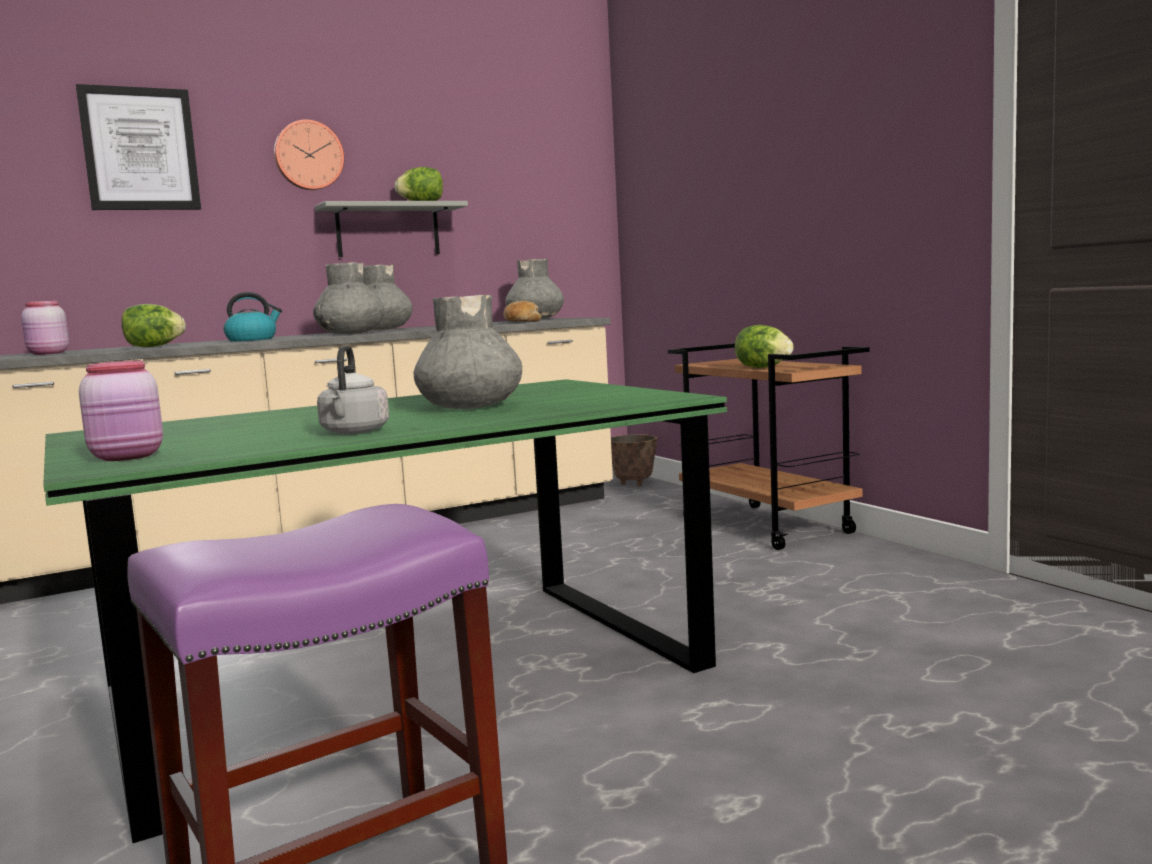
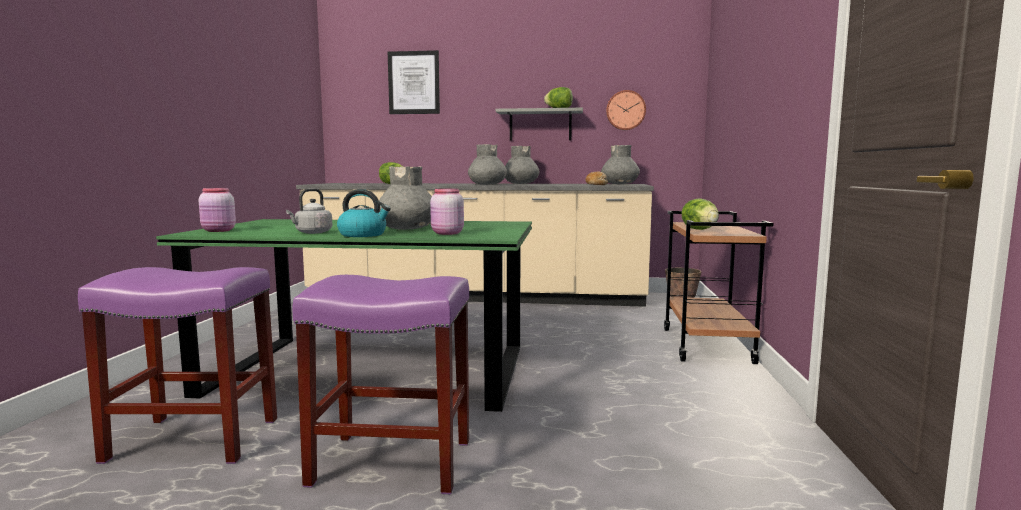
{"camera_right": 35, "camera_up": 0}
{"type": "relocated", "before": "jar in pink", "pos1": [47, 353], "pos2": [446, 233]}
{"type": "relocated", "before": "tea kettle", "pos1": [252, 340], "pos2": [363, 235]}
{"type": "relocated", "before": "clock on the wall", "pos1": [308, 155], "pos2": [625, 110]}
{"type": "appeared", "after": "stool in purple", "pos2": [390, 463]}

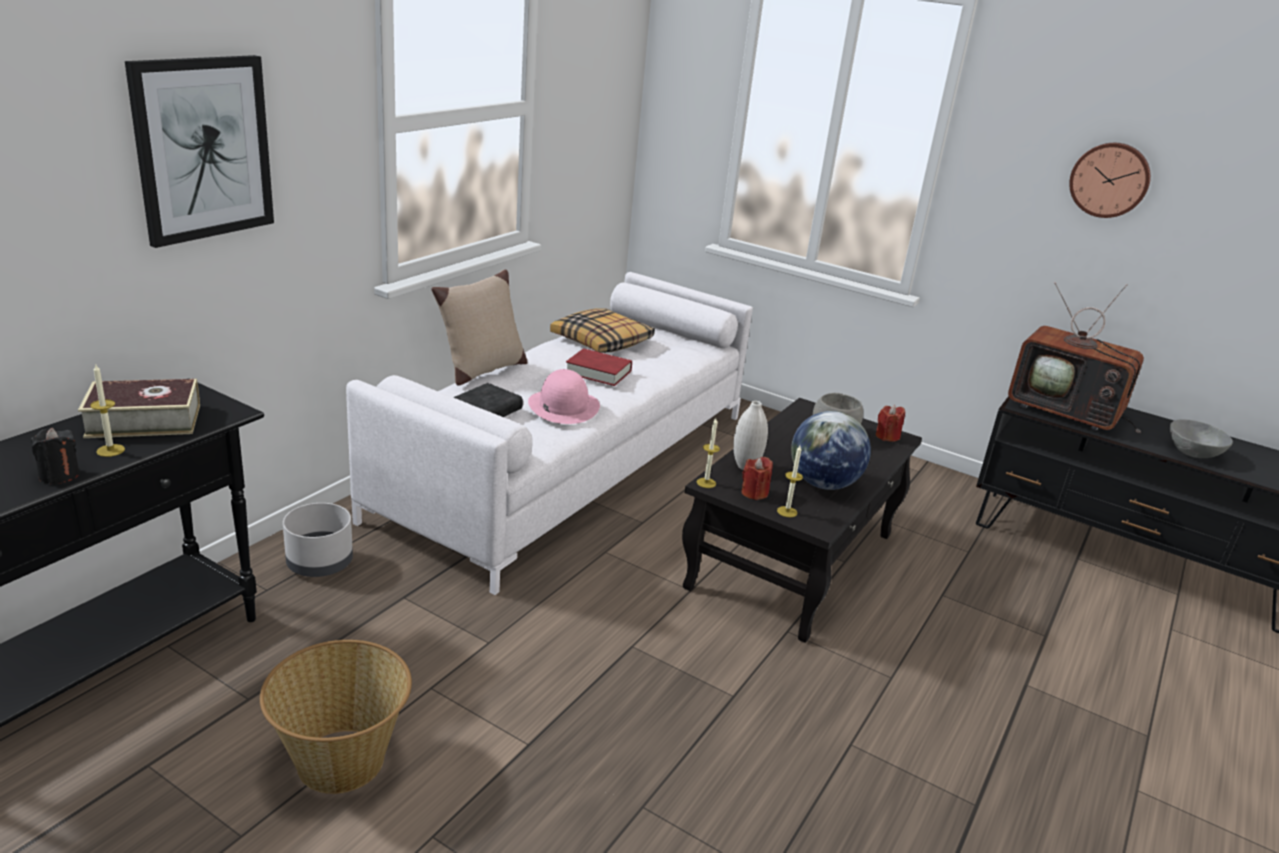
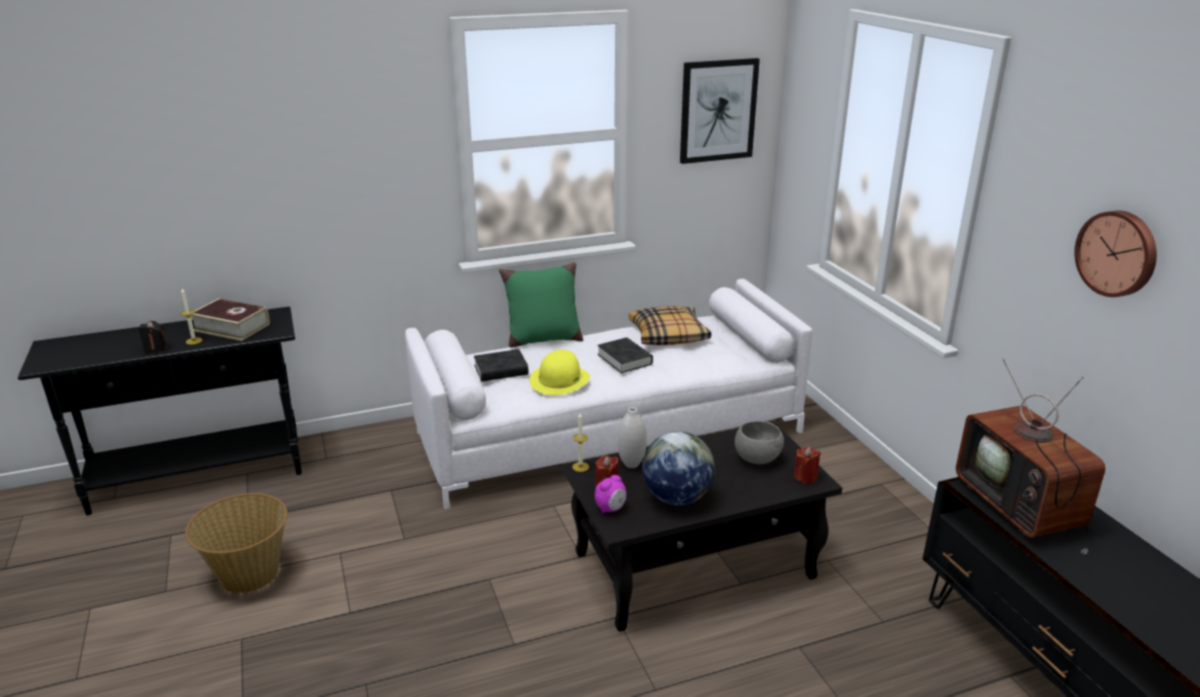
{"camera_right": 40, "camera_up": 0}
{"type": "relocated", "before": "wall picture", "pos1": [203, 149], "pos2": [718, 110]}
{"type": "missing", "before": "planter in greyish", "pos1": [320, 562]}
{"type": "colour", "before": "pillow in beige-coloured", "after": "pillow in green-coloured", "pos1": [481, 370], "pos2": [543, 339]}
{"type": "colour", "before": "wearable hat in pink", "after": "wearable hat in yellowish", "pos1": [563, 406], "pos2": [559, 379]}
{"type": "colour", "before": "book in red", "after": "book in black", "pos1": [598, 372], "pos2": [624, 359]}
{"type": "exchanged", "before": "candle", "after": "alarm clock", "pos1": [787, 511], "pos2": [611, 509]}
{"type": "missing", "before": "bowl in greyish", "pos1": [1193, 453]}

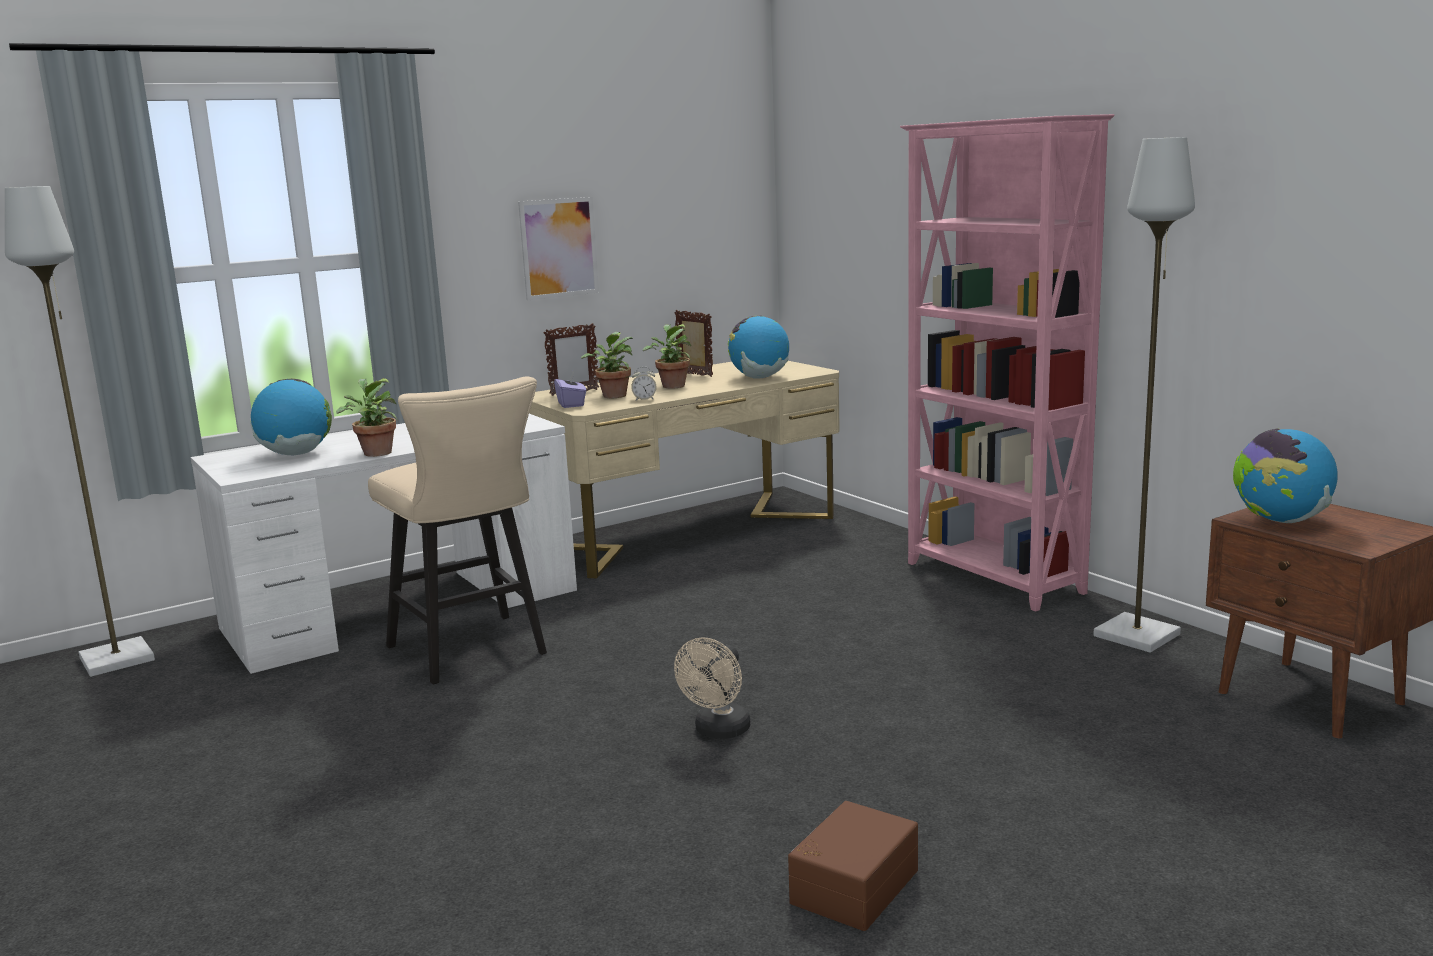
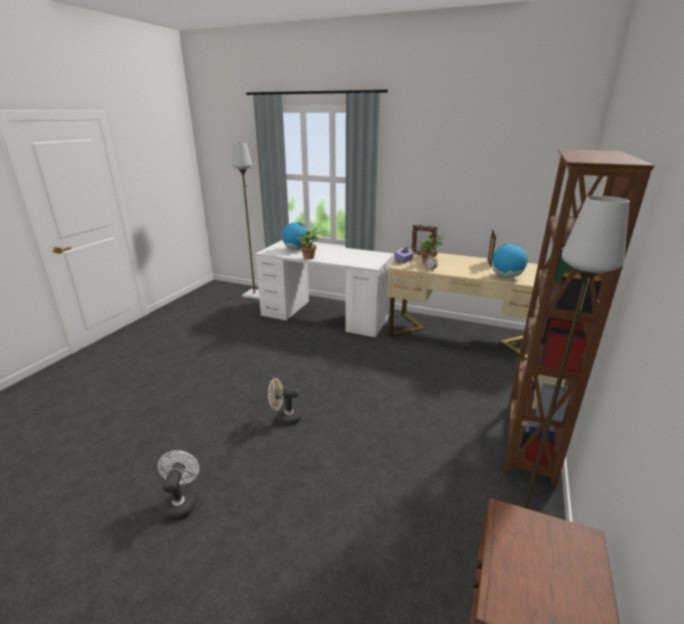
{"camera_right": 55, "camera_up": 10}
{"type": "missing", "before": "stool in beige-coloured", "pos1": [473, 653]}
{"type": "missing", "before": "wall picture", "pos1": [559, 248]}
{"type": "missing", "before": "plant in a pot", "pos1": [672, 386]}
{"type": "exchanged", "before": "storage bin in brownish", "after": "electric fan in white-coloured", "pos1": [851, 885], "pos2": [181, 503]}
{"type": "colour", "before": "bookshelf in pink", "after": "bookshelf in brownish", "pos1": [993, 579], "pos2": [528, 441]}
{"type": "missing", "before": "globe", "pos1": [1280, 521]}

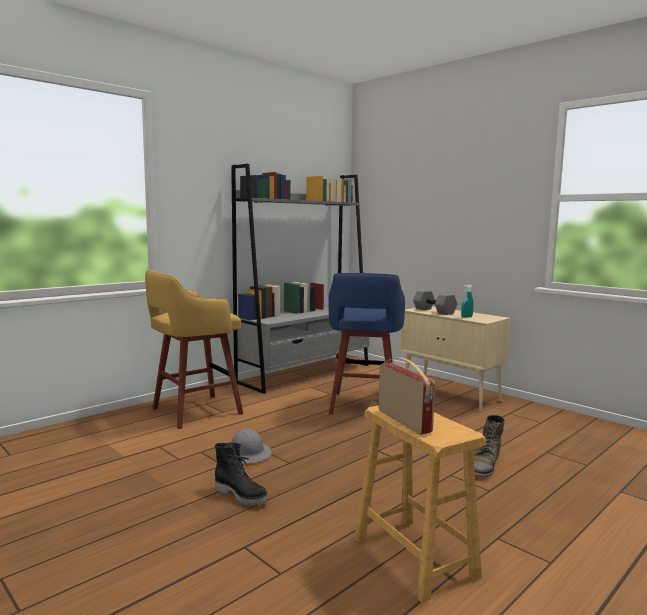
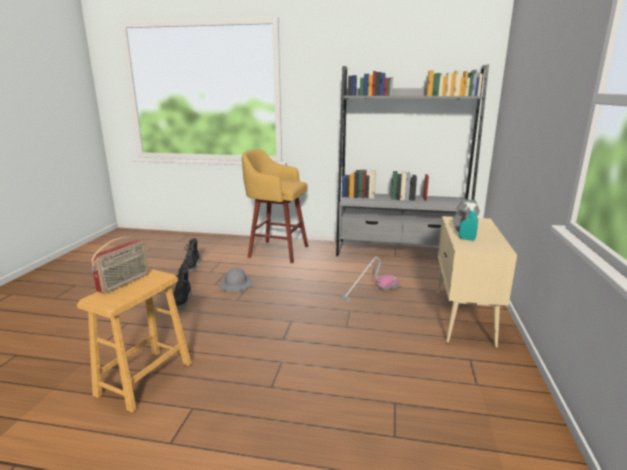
{"camera_right": 55, "camera_up": 10}
{"type": "exchanged", "before": "stool in blue-coloured", "after": "vacuum cleaner", "pos1": [363, 406], "pos2": [369, 291]}
{"type": "missing", "before": "tall boot in green-coloured", "pos1": [484, 464]}
{"type": "appeared", "after": "tall boot in black", "pos2": [191, 268]}

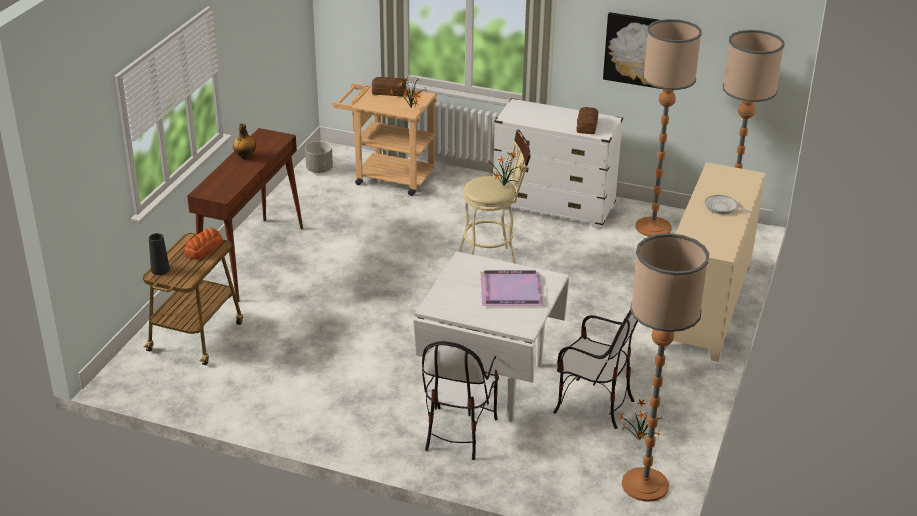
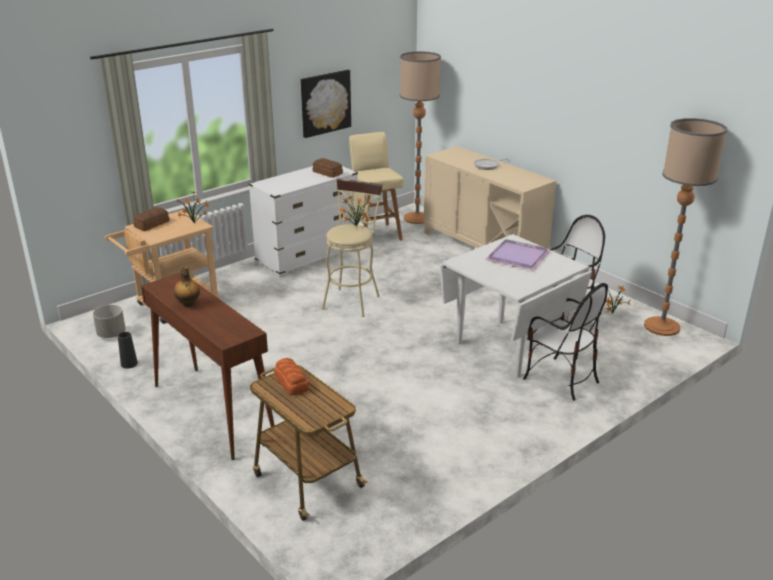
{"camera_right": -60, "camera_up": -5}
{"type": "relocated", "before": "vase in black", "pos1": [160, 270], "pos2": [129, 364]}
{"type": "exchanged", "before": "standing lamp", "after": "stool in beige-coloured", "pos1": [653, 227], "pos2": [375, 234]}

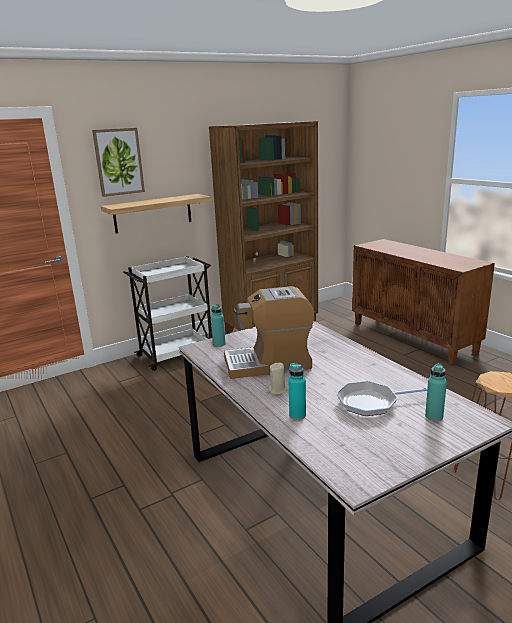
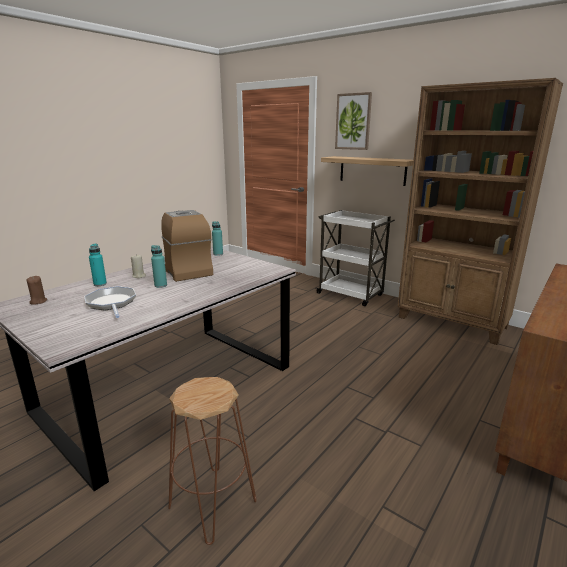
{"camera_right": 70, "camera_up": 0}
{"type": "relocated", "before": "bottle in turquoise-coloured", "pos1": [434, 416], "pos2": [160, 285]}
{"type": "appeared", "after": "candle in brownish", "pos2": [38, 301]}

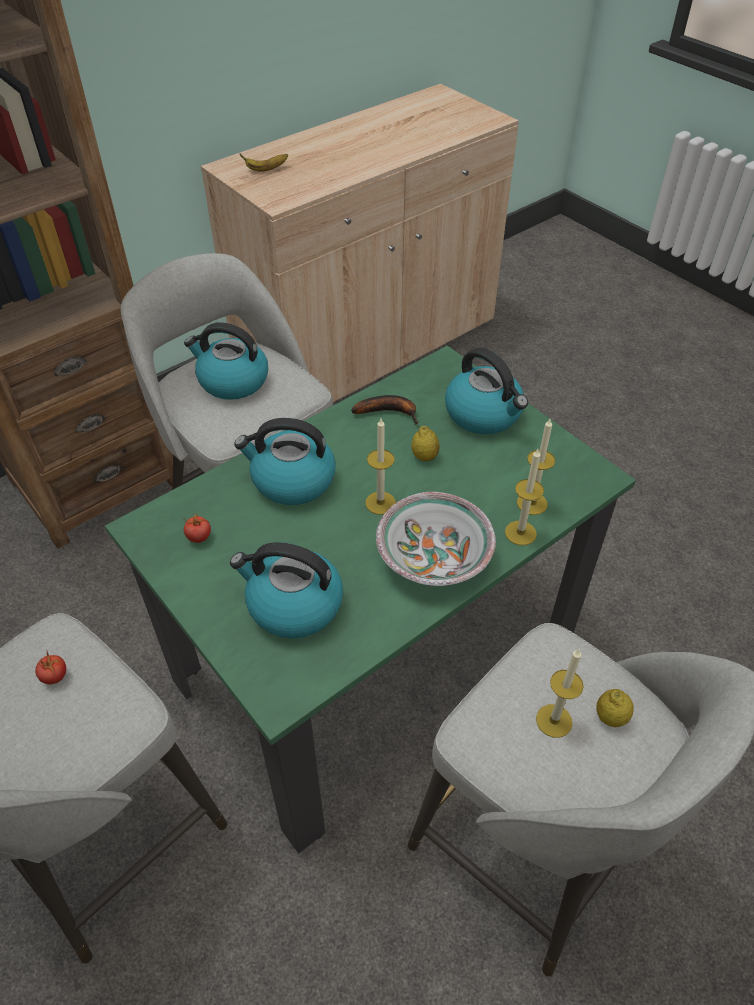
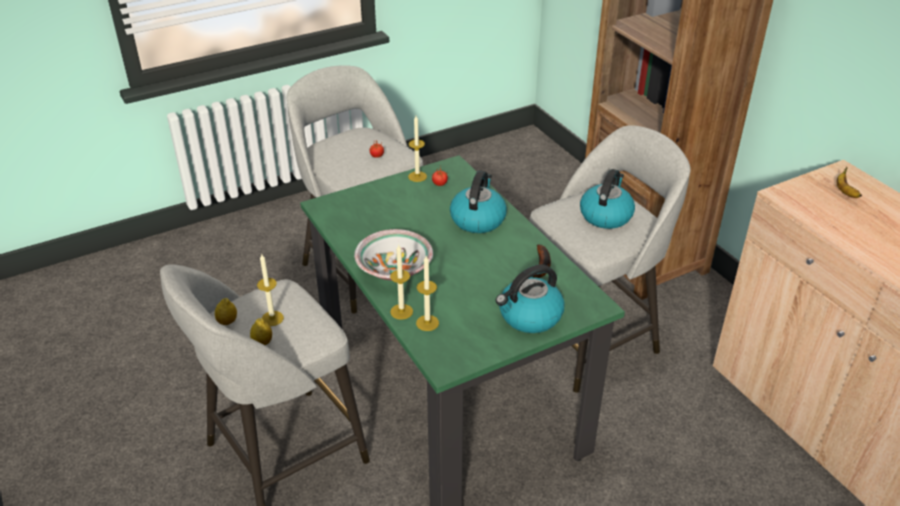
{"camera_right": 100, "camera_up": -10}
{"type": "missing", "before": "tea kettle", "pos1": [293, 605]}
{"type": "relocated", "before": "candle", "pos1": [380, 503], "pos2": [417, 176]}
{"type": "relocated", "before": "lemon", "pos1": [424, 457], "pos2": [227, 322]}

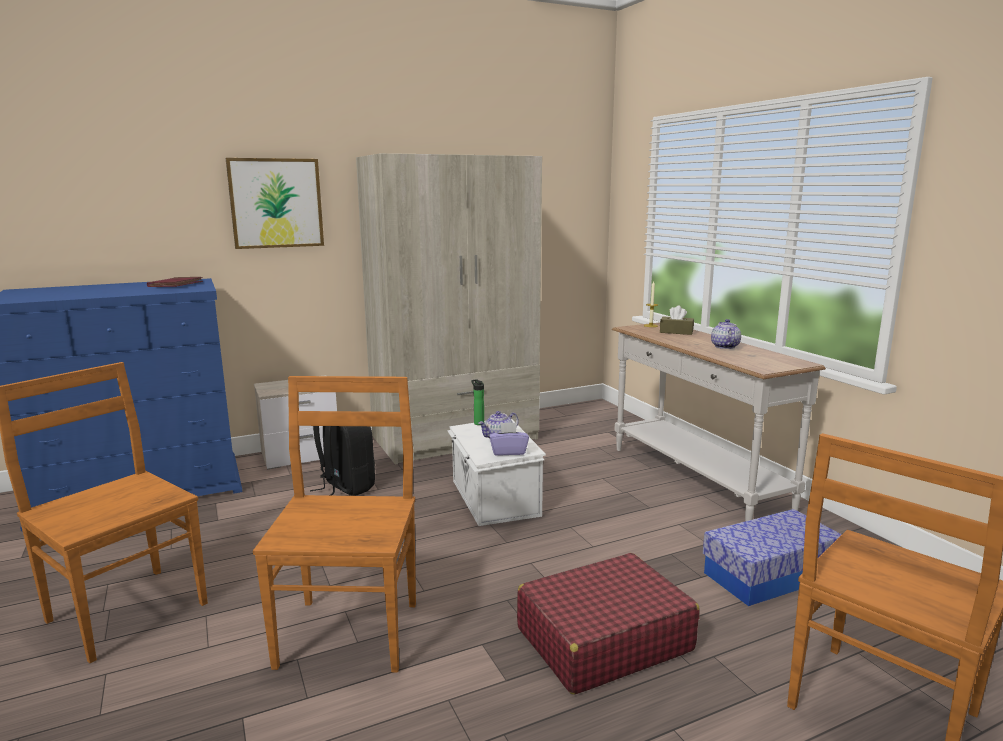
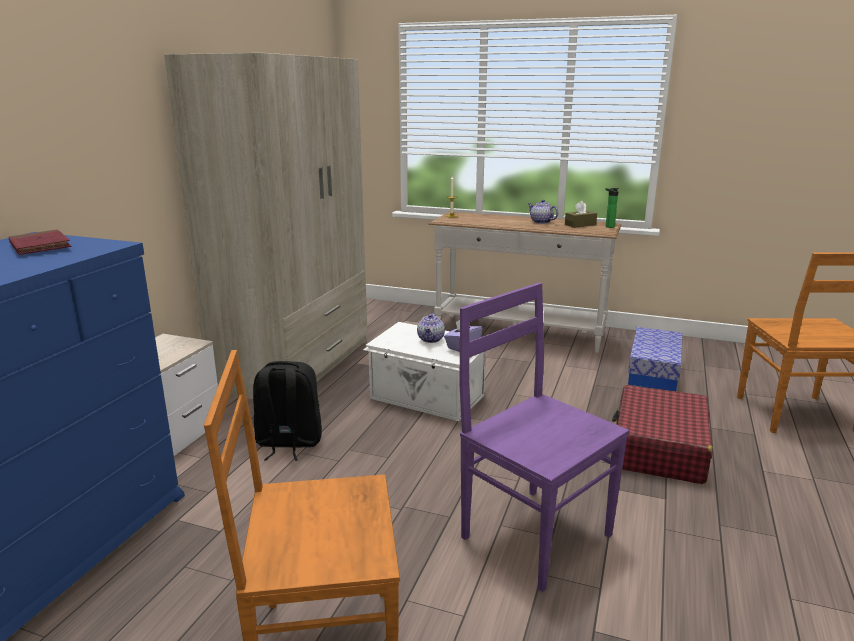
{"camera_right": -45, "camera_up": 5}
{"type": "missing", "before": "wall picture", "pos1": [276, 203]}
{"type": "colour", "before": "plain chair in brownish", "after": "plain chair in purple", "pos1": [350, 631], "pos2": [533, 534]}
{"type": "relocated", "before": "bottle", "pos1": [478, 423], "pos2": [608, 227]}
{"type": "relocated", "before": "tissue holder in brownish", "pos1": [676, 332], "pos2": [580, 225]}

